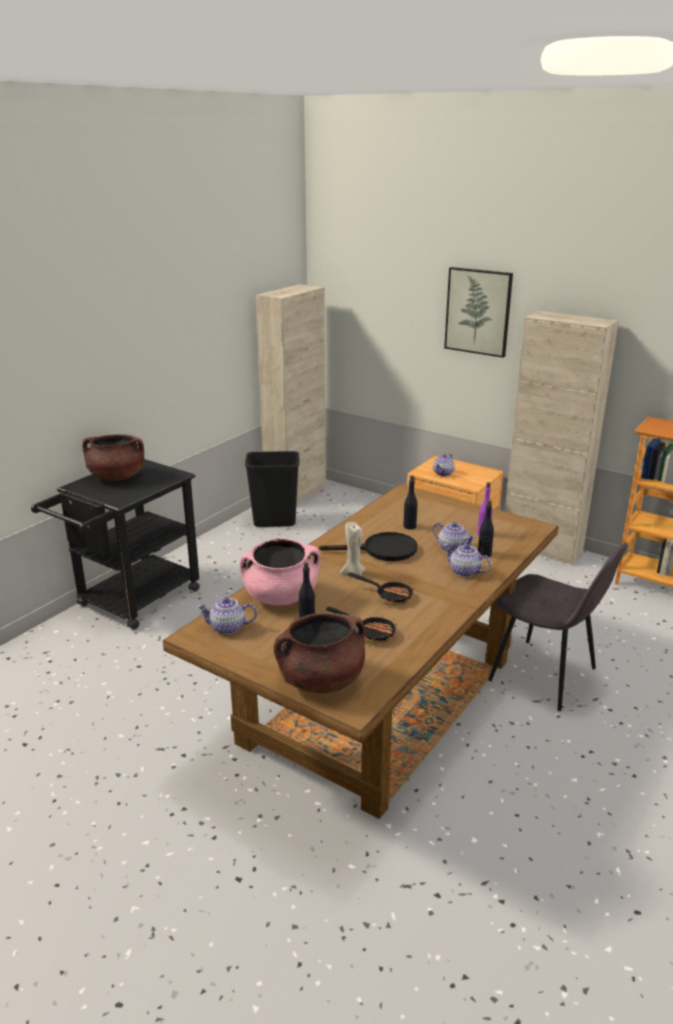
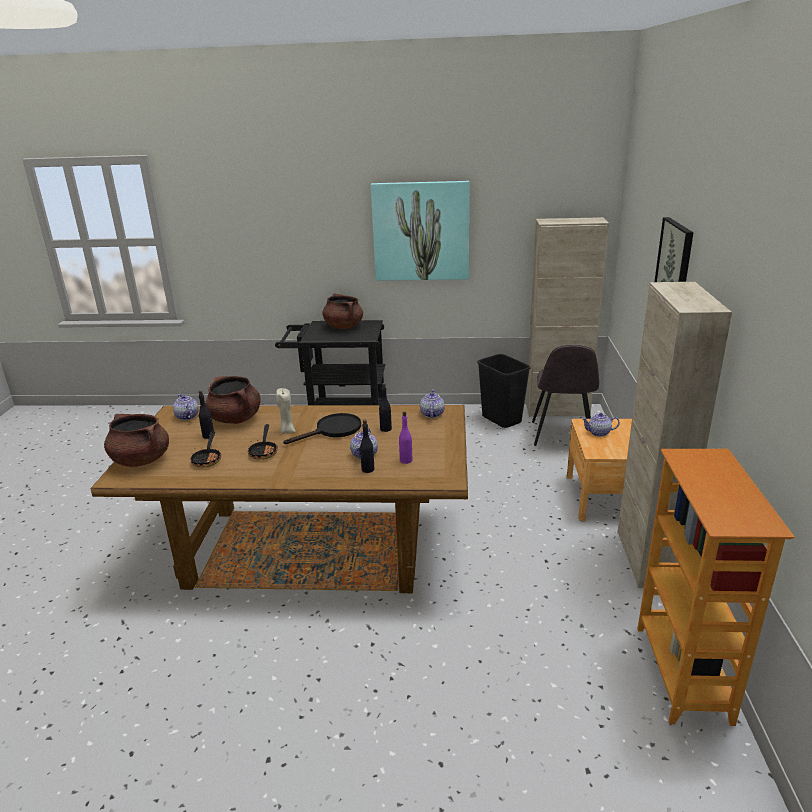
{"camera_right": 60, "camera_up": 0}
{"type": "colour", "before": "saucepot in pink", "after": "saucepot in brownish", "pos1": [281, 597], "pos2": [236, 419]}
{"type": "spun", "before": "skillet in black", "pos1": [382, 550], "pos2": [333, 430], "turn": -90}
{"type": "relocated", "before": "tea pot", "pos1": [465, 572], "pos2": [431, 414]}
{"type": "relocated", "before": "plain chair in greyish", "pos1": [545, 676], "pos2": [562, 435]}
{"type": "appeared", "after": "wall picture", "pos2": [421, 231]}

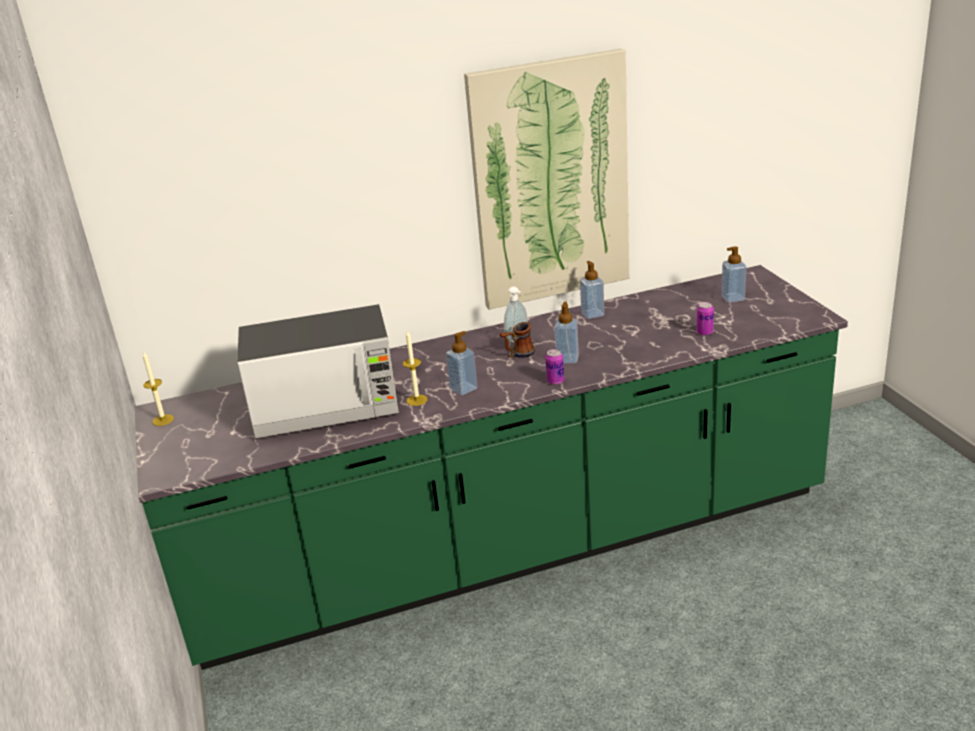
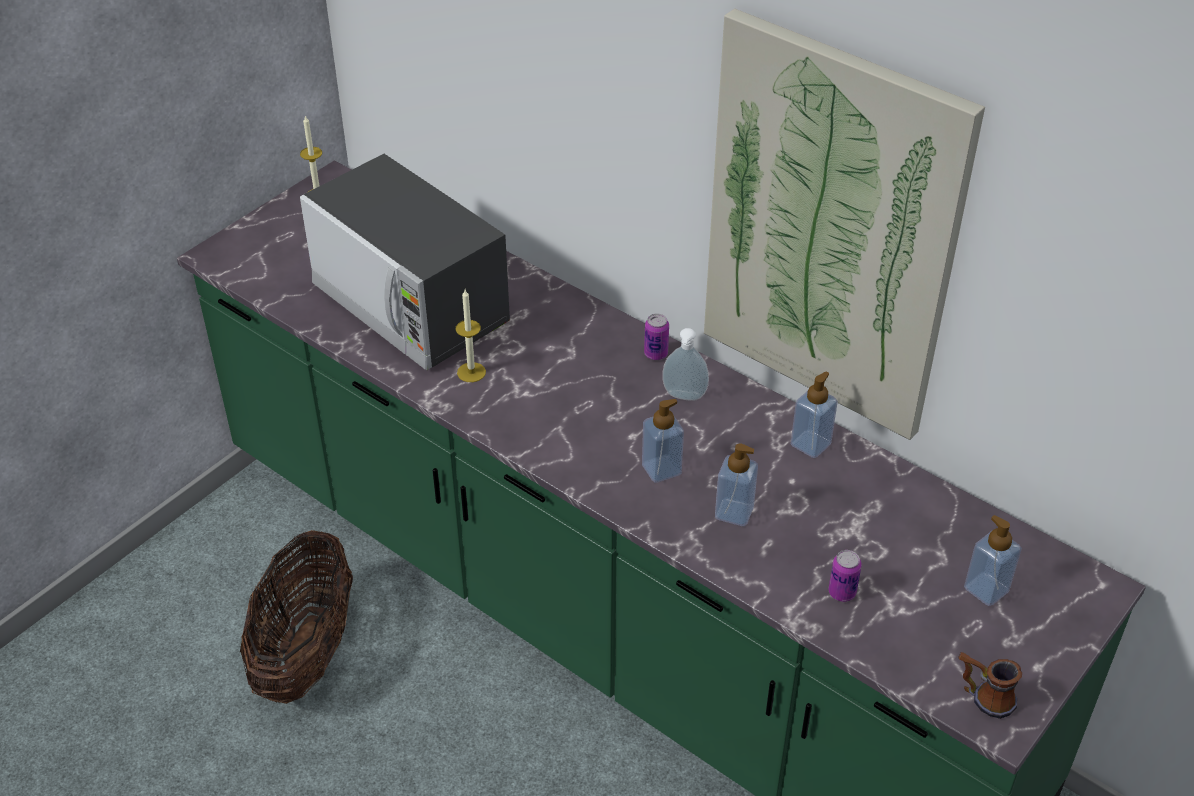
{"camera_right": 55, "camera_up": 15}
{"type": "relocated", "before": "soap bottle", "pos1": [463, 389], "pos2": [734, 512]}
{"type": "relocated", "before": "mug", "pos1": [518, 354], "pos2": [983, 697]}
{"type": "relocated", "before": "can", "pos1": [555, 381], "pos2": [656, 354]}
{"type": "appeared", "after": "basket", "pos2": [306, 652]}

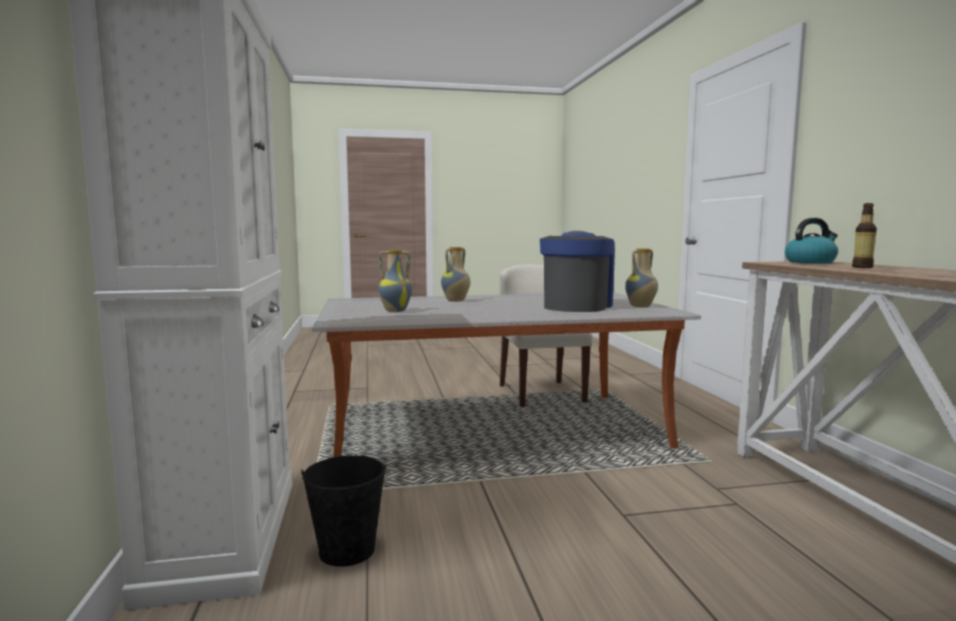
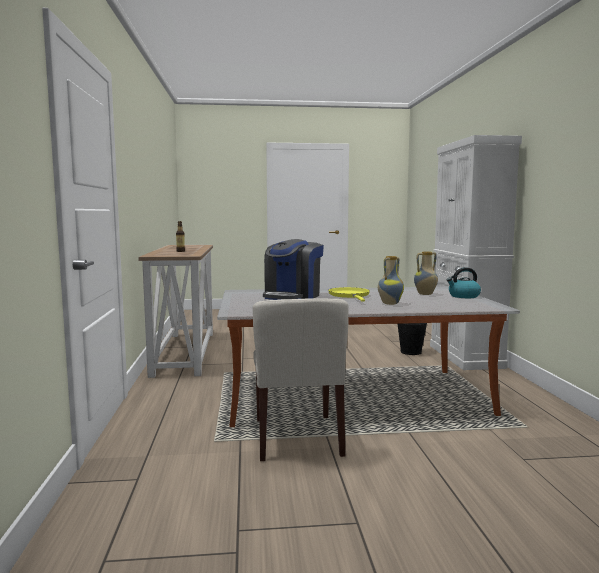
{"camera_right": -175, "camera_up": 0}
{"type": "missing", "before": "vase", "pos1": [641, 307]}
{"type": "relocated", "before": "tea kettle", "pos1": [810, 262], "pos2": [463, 296]}
{"type": "appeared", "after": "skillet in yellowish", "pos2": [350, 296]}

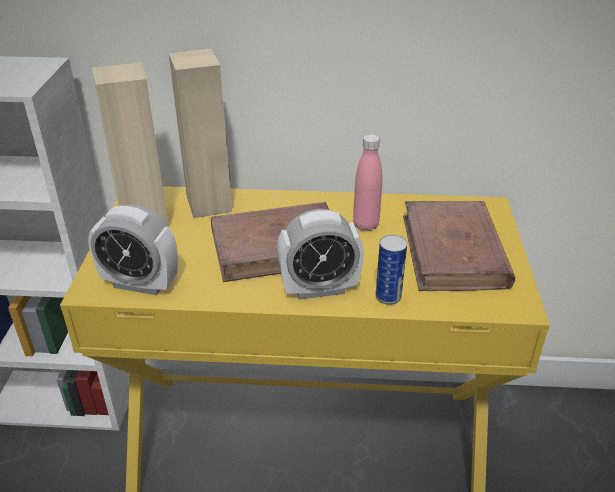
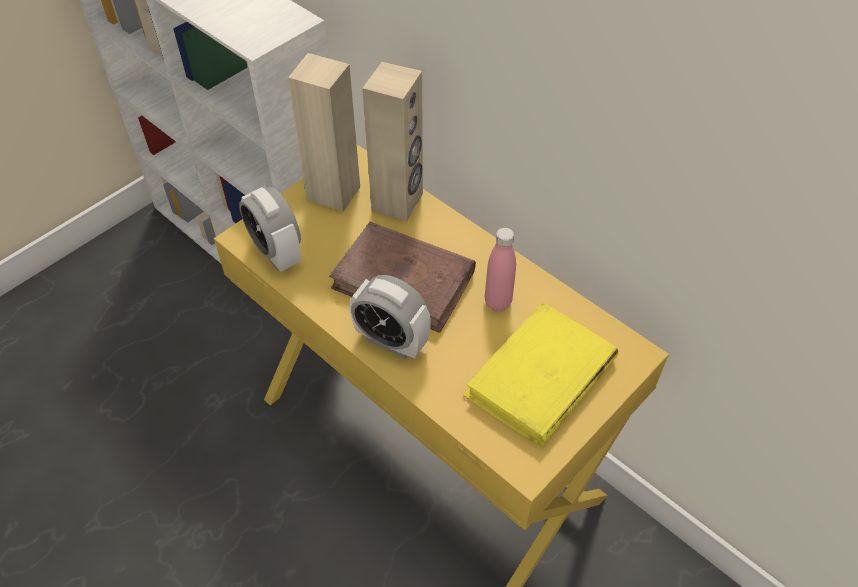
{"camera_right": 40, "camera_up": 15}
{"type": "missing", "before": "can", "pos1": [388, 297]}
{"type": "colour", "before": "book in brownish", "after": "book in yellowish", "pos1": [453, 251], "pos2": [540, 378]}

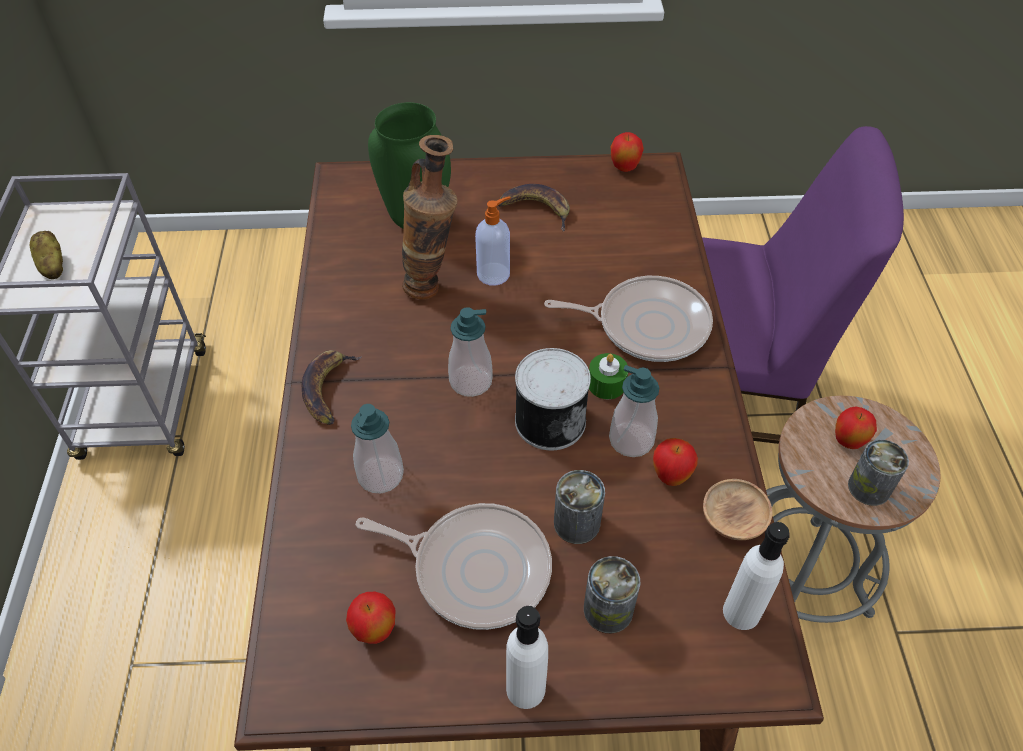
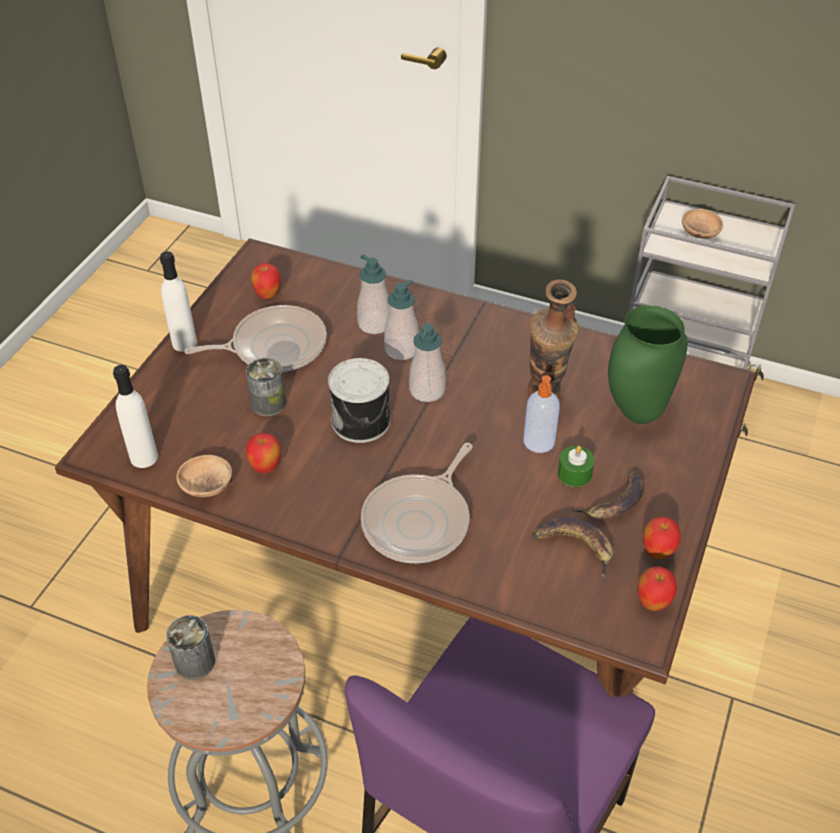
{"camera_right": 115, "camera_up": -5}
{"type": "exchanged", "before": "potato", "after": "bowl in brownish", "pos1": [52, 266], "pos2": [700, 233]}
{"type": "relocated", "before": "whole banana", "pos1": [328, 389], "pos2": [575, 547]}
{"type": "spun", "before": "skillet", "pos1": [475, 568], "pos2": [274, 346], "turn": -150}
{"type": "missing", "before": "can", "pos1": [608, 609]}
{"type": "relocated", "before": "candle in green-coloured", "pos1": [606, 384], "pos2": [574, 473]}
{"type": "relocated", "before": "soap bottle", "pos1": [631, 440], "pos2": [401, 349]}
{"type": "relocated", "before": "apple fruit", "pos1": [847, 442], "pos2": [657, 553]}

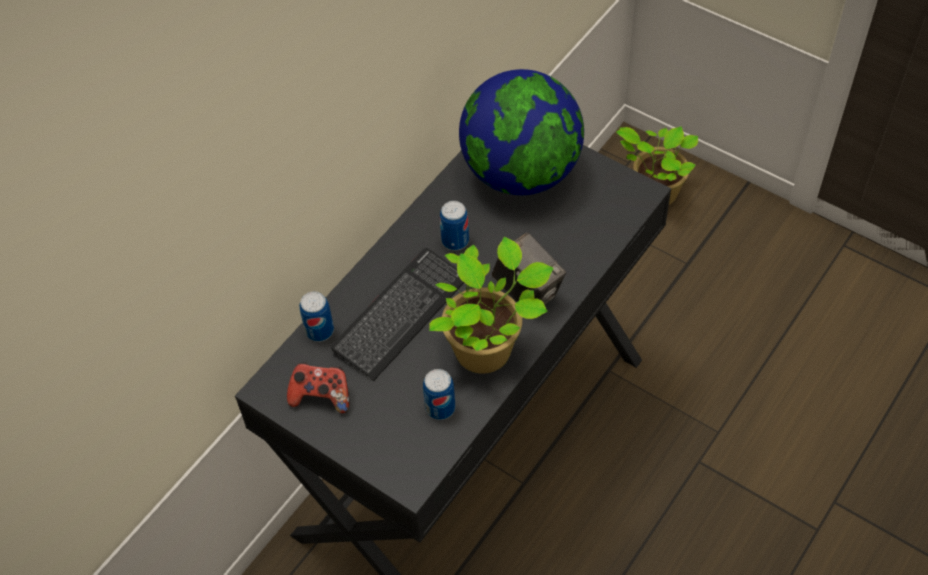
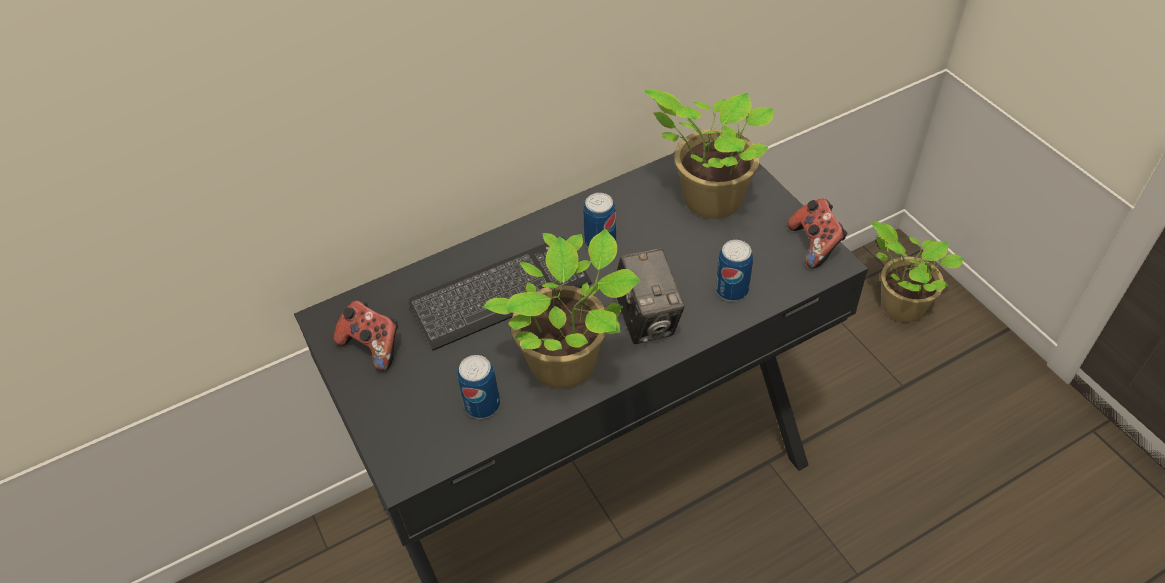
{"camera_right": 25, "camera_up": -5}
{"type": "relocated", "before": "can", "pos1": [319, 331], "pos2": [731, 290]}
{"type": "exchanged", "before": "globe", "after": "plant in a pot", "pos1": [521, 173], "pos2": [707, 200]}
{"type": "appeared", "after": "game controller", "pos2": [815, 244]}

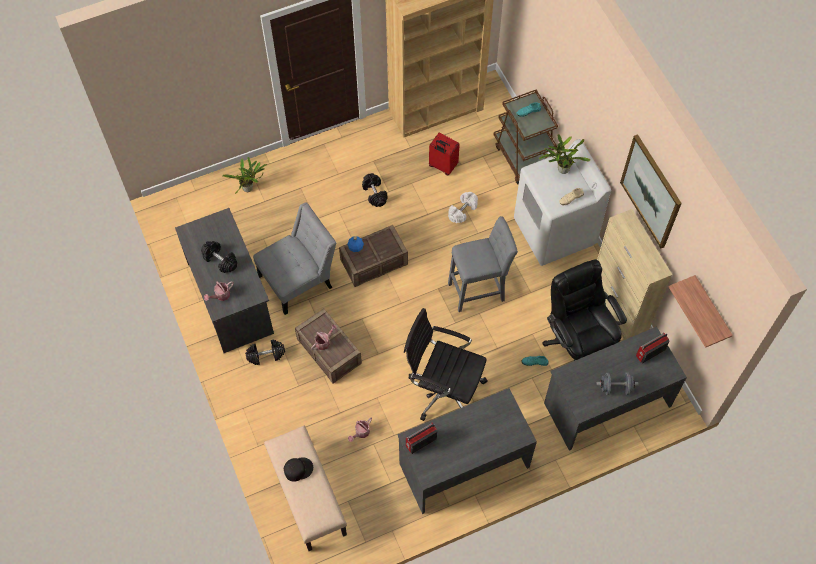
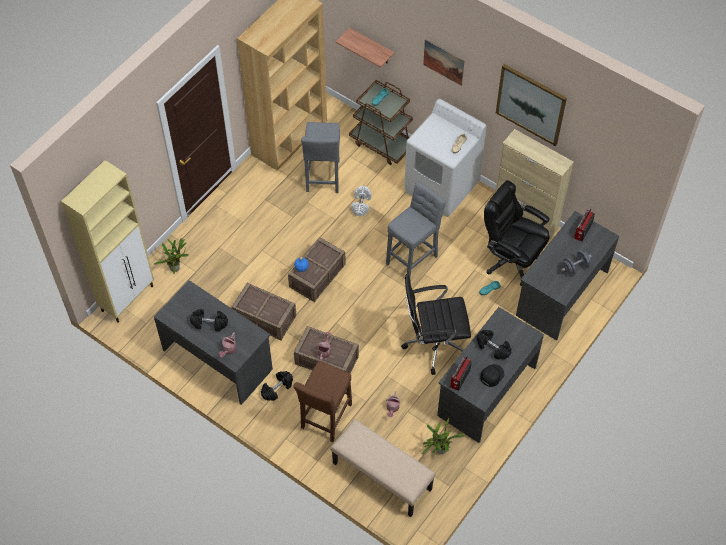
{"camera_right": -30, "camera_up": -5}
{"type": "exchanged", "before": "plain chair in greyish", "after": "crate", "pos1": [299, 279], "pos2": [265, 318]}
{"type": "relocated", "before": "peaked cap in black", "pos1": [298, 469], "pos2": [491, 375]}
{"type": "relocated", "before": "free weight in black", "pos1": [374, 193], "pos2": [493, 348]}
{"type": "exchanged", "before": "travel case in red", "after": "stool in greyish", "pos1": [442, 166], "pos2": [323, 178]}
{"type": "relocated", "before": "plant in a pot", "pos1": [561, 169], "pos2": [439, 450]}
{"type": "relocated", "before": "wall shelf", "pos1": [710, 310], "pos2": [371, 47]}
{"type": "appeared", "after": "cabinet in beige-coloured", "pos2": [128, 298]}
{"type": "appeared", "after": "stool in brownish", "pos2": [325, 419]}
{"type": "appeared", "after": "wall picture", "pos2": [443, 62]}

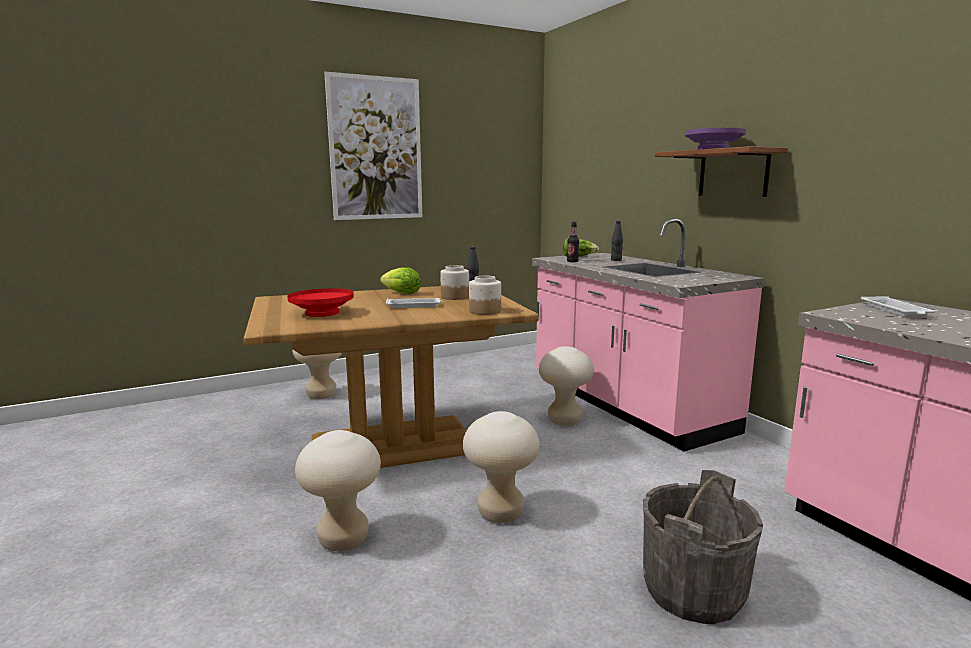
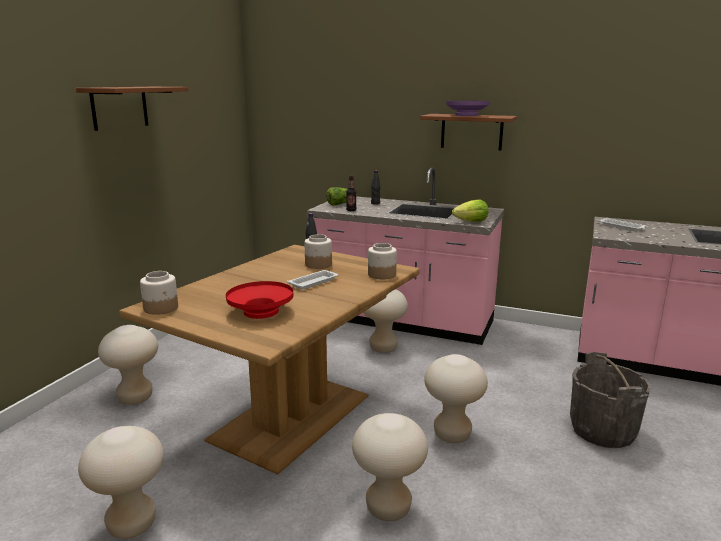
{"camera_right": -40, "camera_up": 5}
{"type": "exchanged", "before": "wall picture", "after": "wall shelf in brownish", "pos1": [376, 149], "pos2": [119, 107]}
{"type": "relocated", "before": "head of lettuce", "pos1": [402, 293], "pos2": [471, 222]}
{"type": "appeared", "after": "stool in beige-coloured", "pos2": [132, 524]}
{"type": "appeared", "after": "jar", "pos2": [161, 308]}

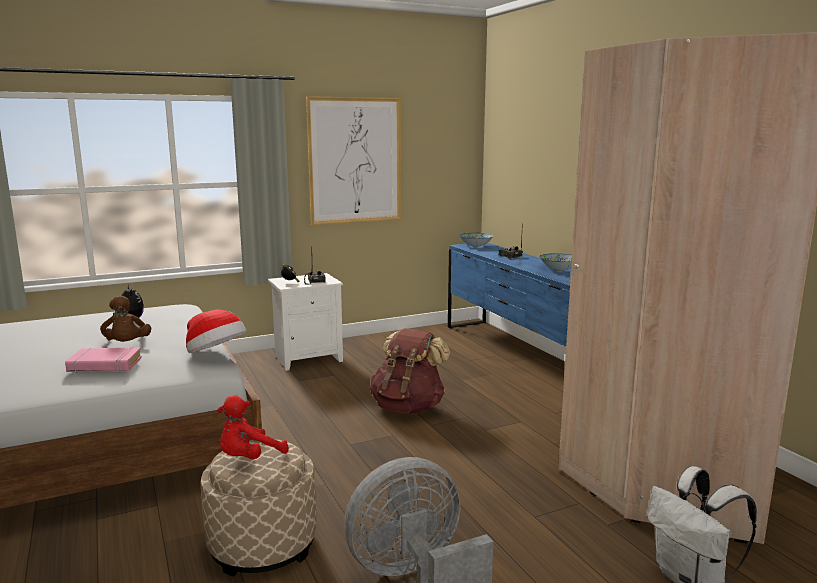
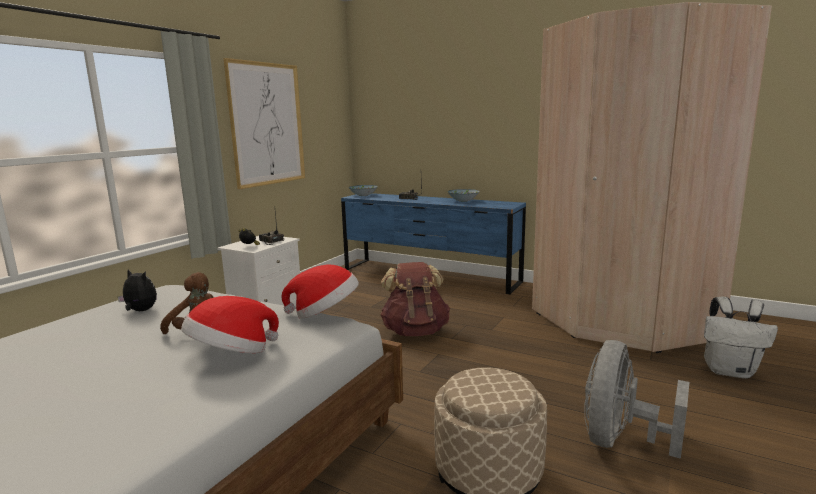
{"camera_right": -35, "camera_up": 0}
{"type": "exchanged", "before": "book in pink", "after": "wearable hat", "pos1": [104, 365], "pos2": [232, 354]}
{"type": "missing", "before": "soft toy in red", "pos1": [249, 458]}

